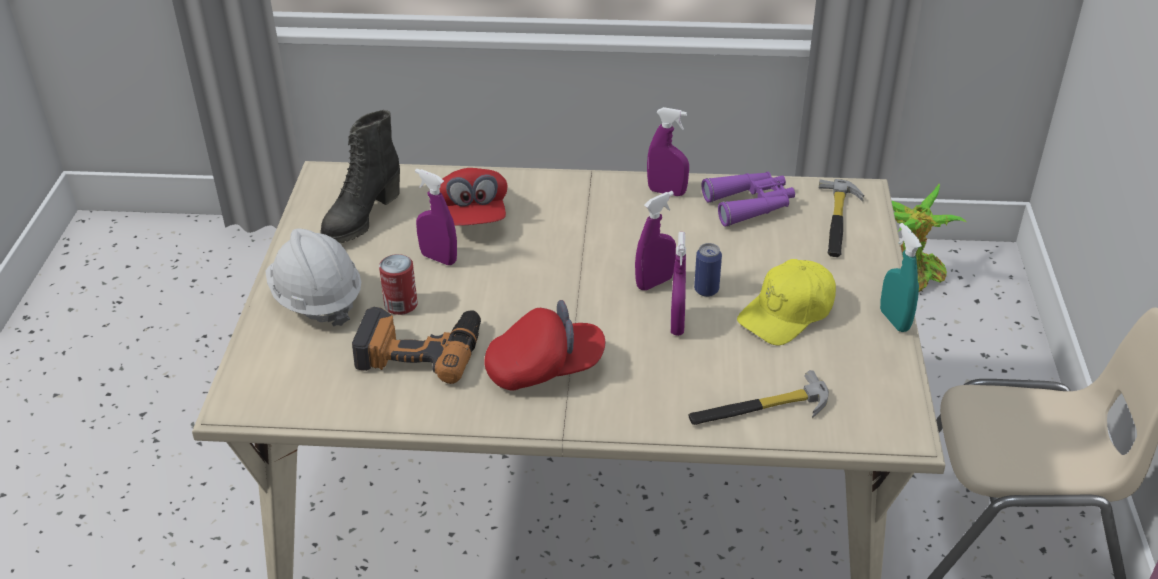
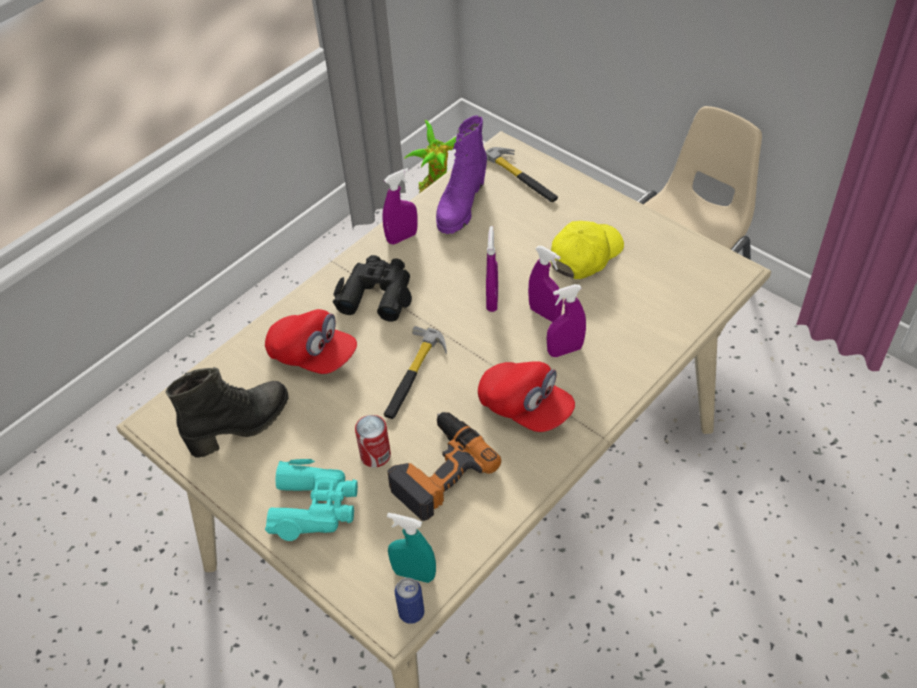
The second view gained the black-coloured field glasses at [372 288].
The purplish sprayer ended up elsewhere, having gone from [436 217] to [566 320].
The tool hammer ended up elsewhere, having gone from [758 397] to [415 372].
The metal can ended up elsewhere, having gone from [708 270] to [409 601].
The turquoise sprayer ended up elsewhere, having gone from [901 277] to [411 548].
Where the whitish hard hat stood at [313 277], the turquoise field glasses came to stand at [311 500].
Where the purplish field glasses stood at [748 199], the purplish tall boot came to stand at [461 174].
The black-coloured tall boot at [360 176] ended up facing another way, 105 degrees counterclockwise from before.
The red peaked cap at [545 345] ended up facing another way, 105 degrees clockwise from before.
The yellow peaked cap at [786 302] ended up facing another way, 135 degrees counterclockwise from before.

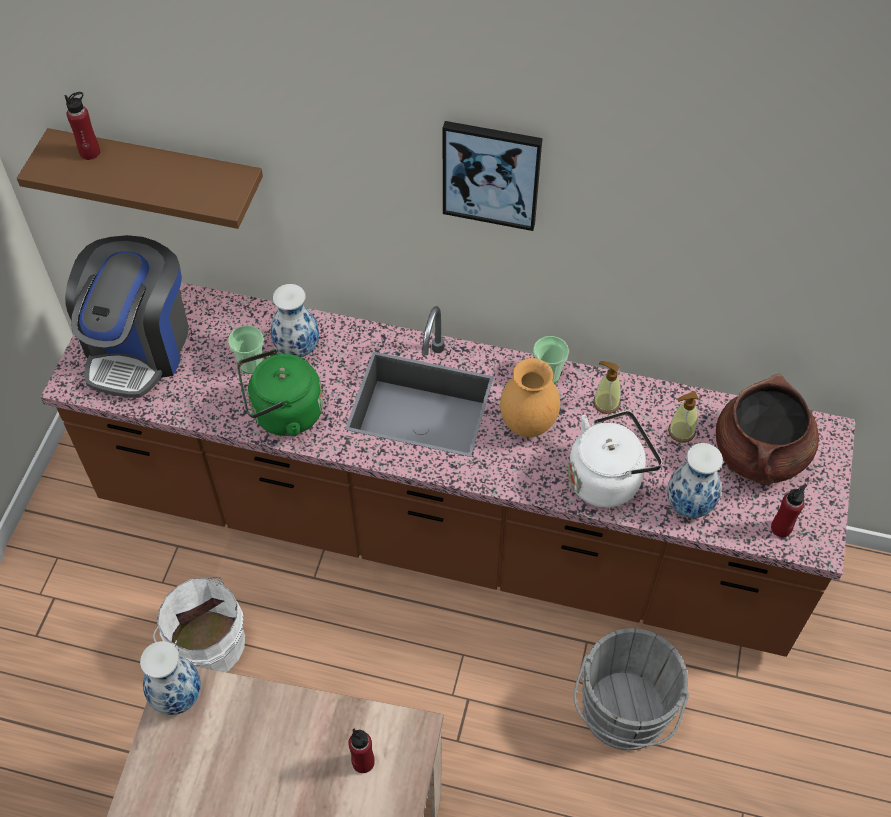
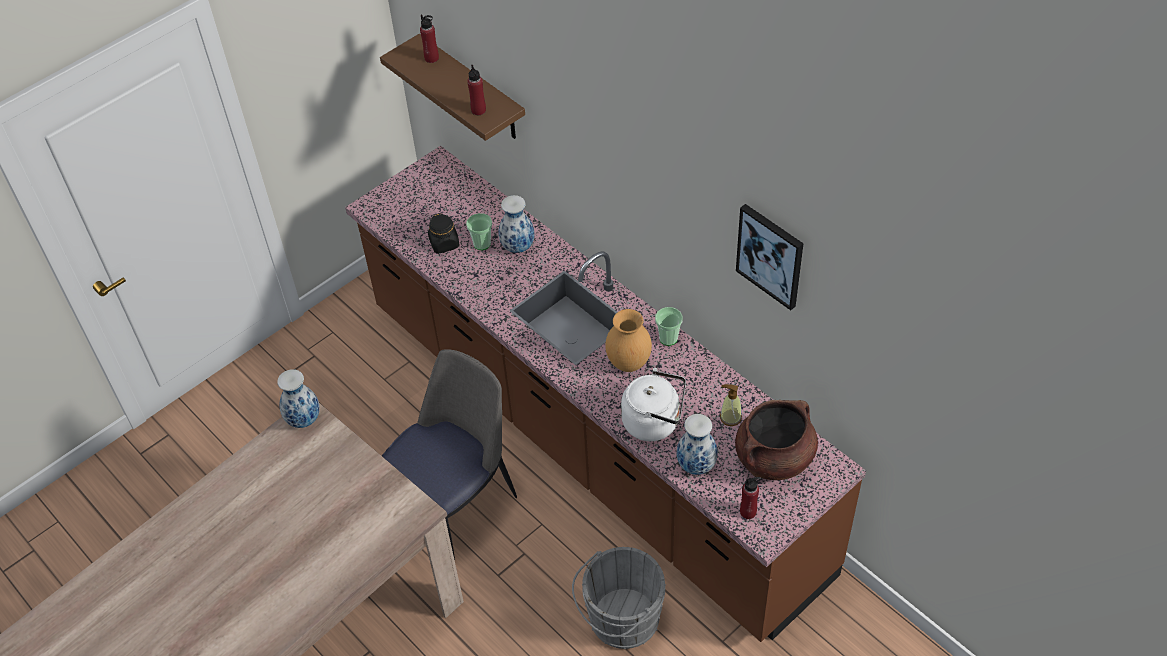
The second view lost the coffee machine at [127 316].
The second view lost the whitish pail at [199 624].
The second view lost the green tea kettle at [280 392].
The second view lost the soap dispenser at [607 387].
The second view gained the plain chair at [449 454].
The second view gained the black-coloured storage jar at [443 233].
The red beverage bottle ended up elsewhere, having gone from [361 751] to [476 90].
The wall picture ended up elsewhere, having gone from [493 176] to [770 257].

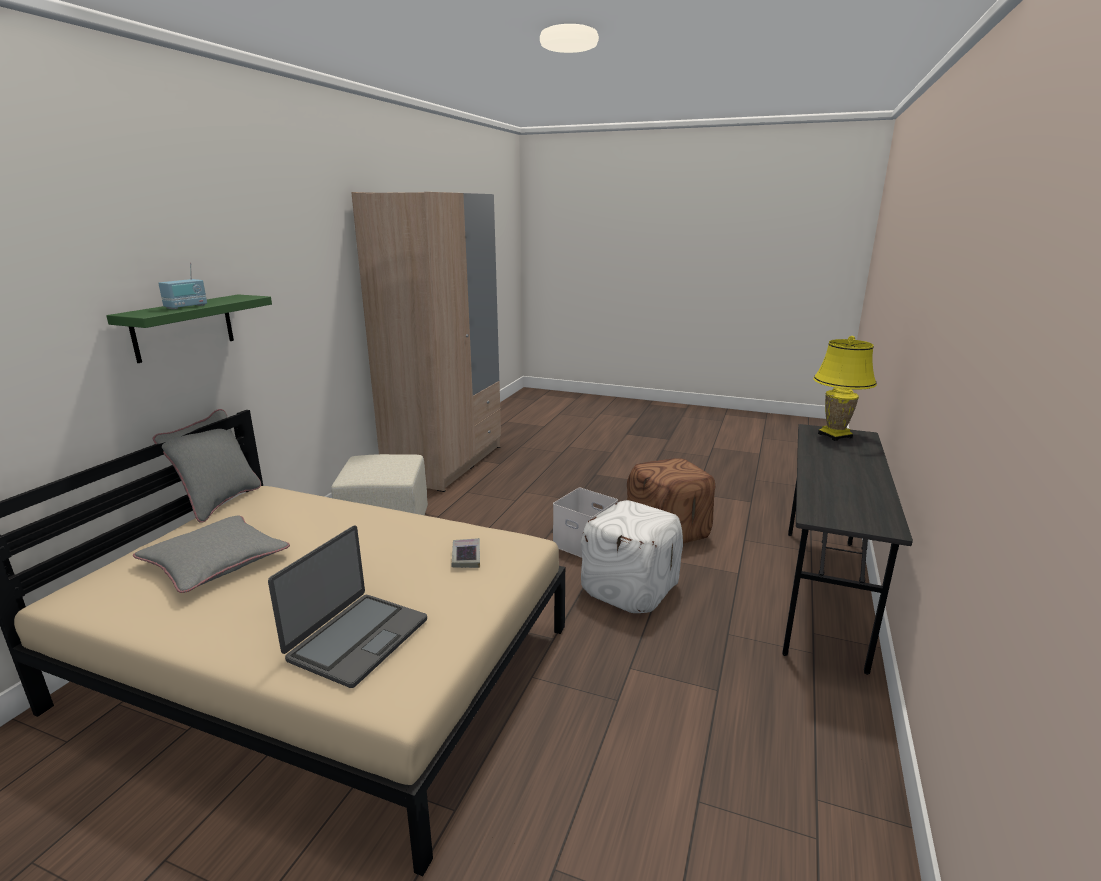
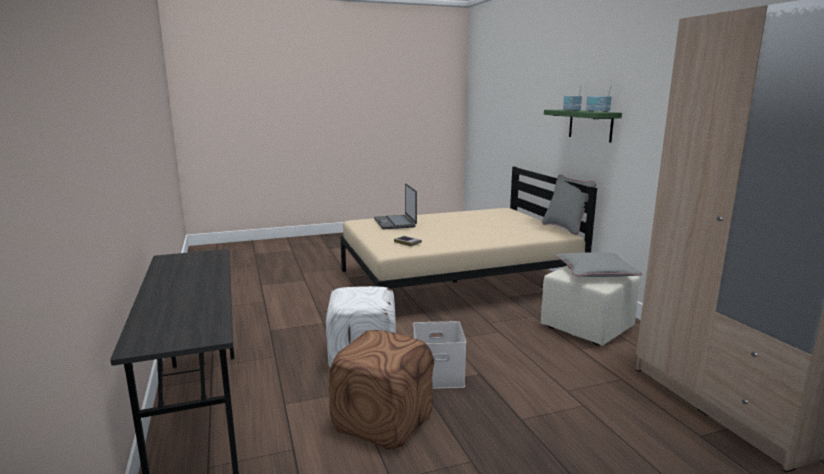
The second view lost the yellow lamp for a table at [845 388].
The second view gained the radio at [598 99].
The greyish cushion ended up elsewhere, having gone from [211 554] to [598 264].

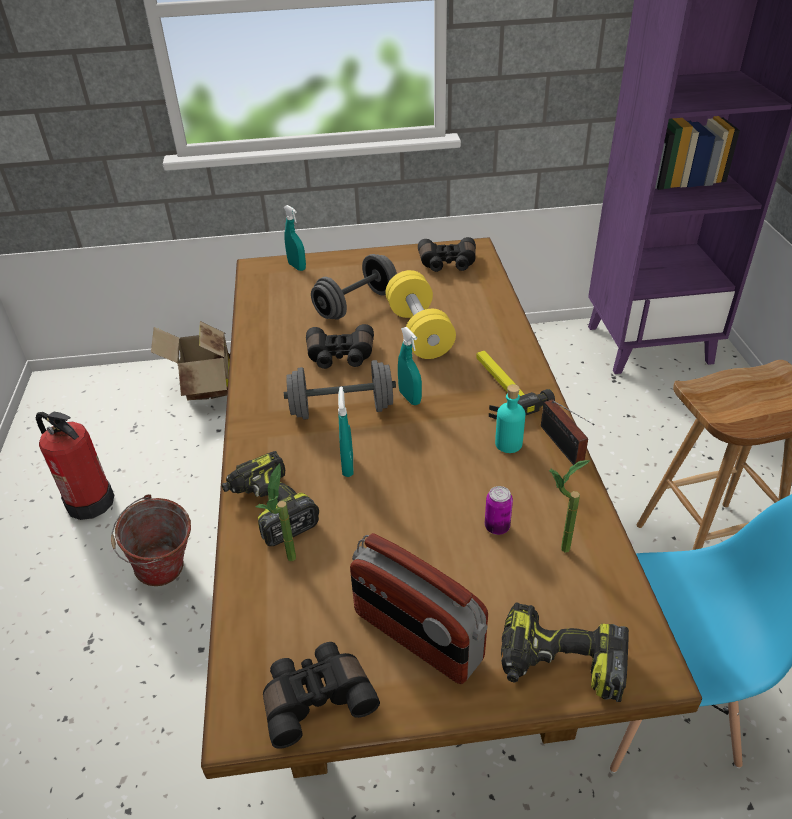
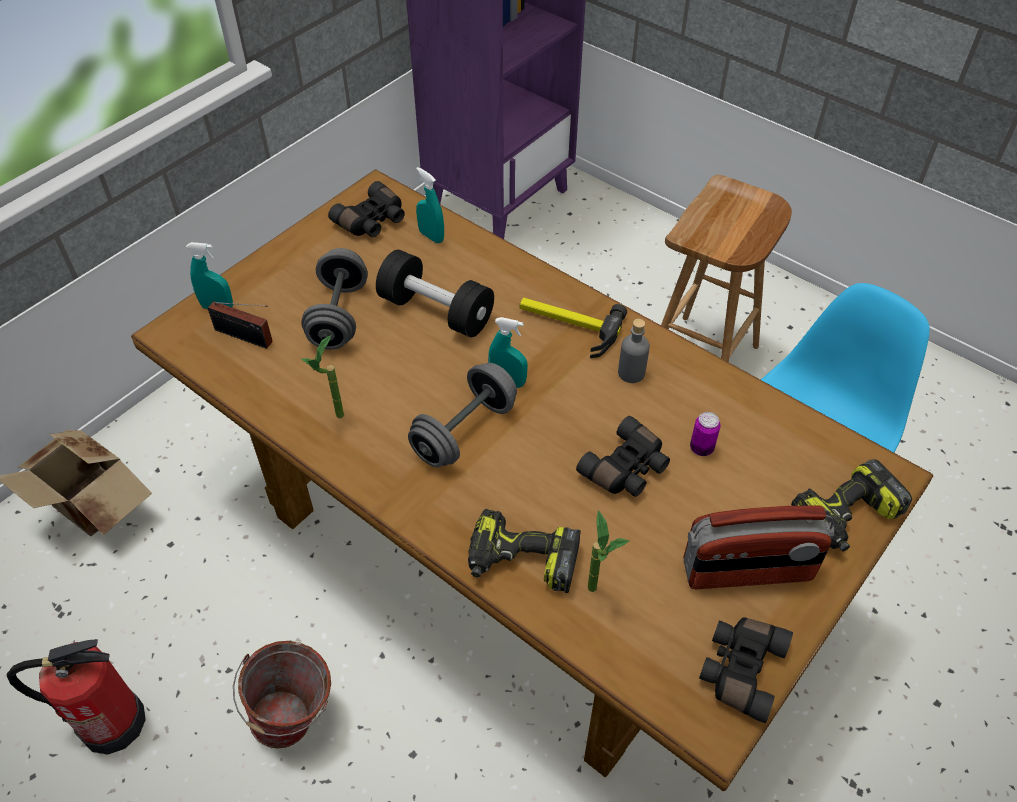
The black-coloured field glasses ended up elsewhere, having gone from [340 346] to [623 456].
The turquoise sprayer ended up elsewhere, having gone from [345 432] to [430 205].
The radio ended up elsewhere, having gone from [568 432] to [240 325].
The plant in a pot ended up elsewhere, having gone from [570 506] to [322 376].
What was the yellow dumbbell at [421 314] turned into the black-coloured dumbbell at [435 293].
What was the turquoise beverage bottle at [510 418] turned into the greyish beverage bottle at [634 351].

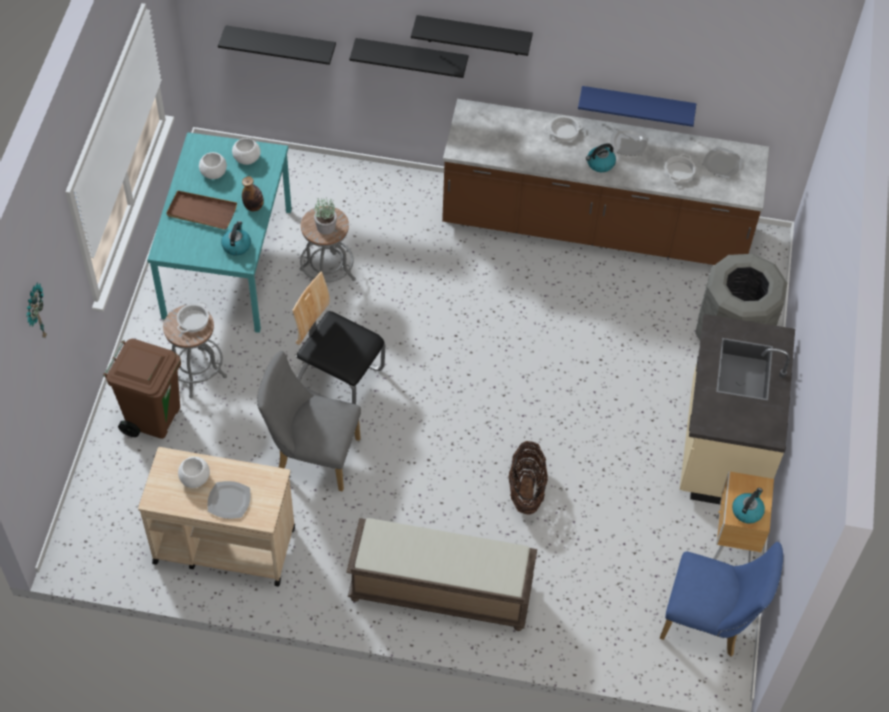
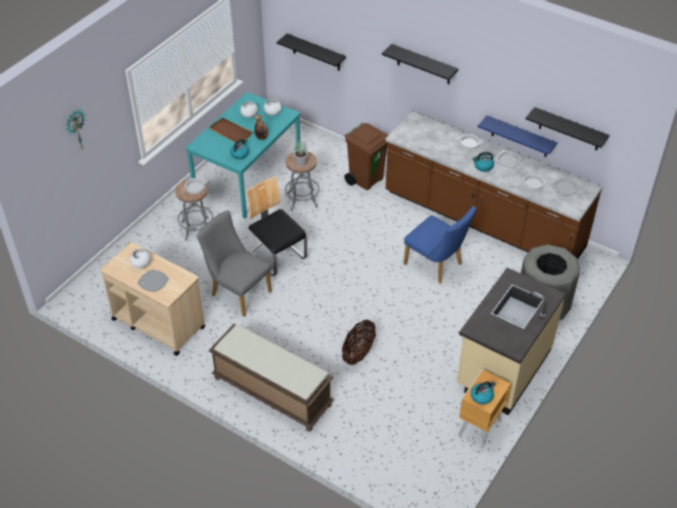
The brownish waste bin ended up elsewhere, having gone from [142 389] to [366 156].
The black-coloured shelf ended up elsewhere, having gone from [408 58] to [568 128].
The blue-coloured plain chair ended up elsewhere, having gone from [721 599] to [440 245].

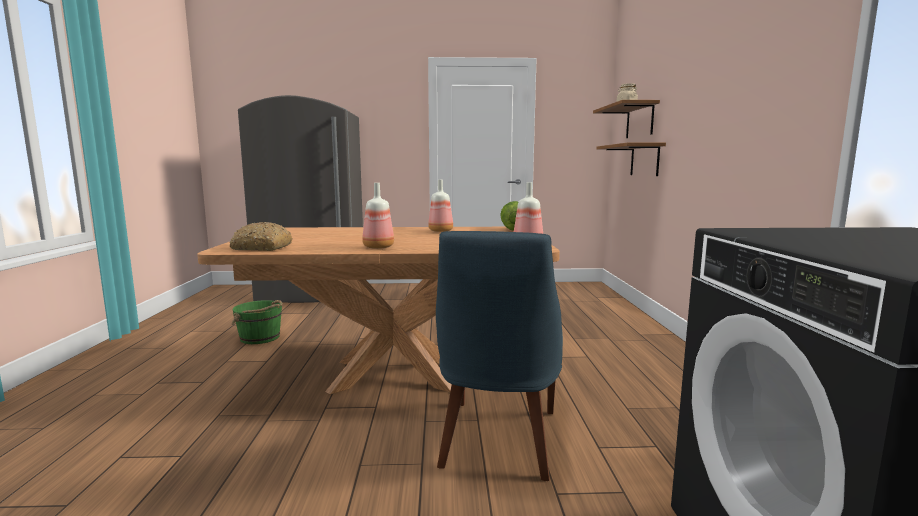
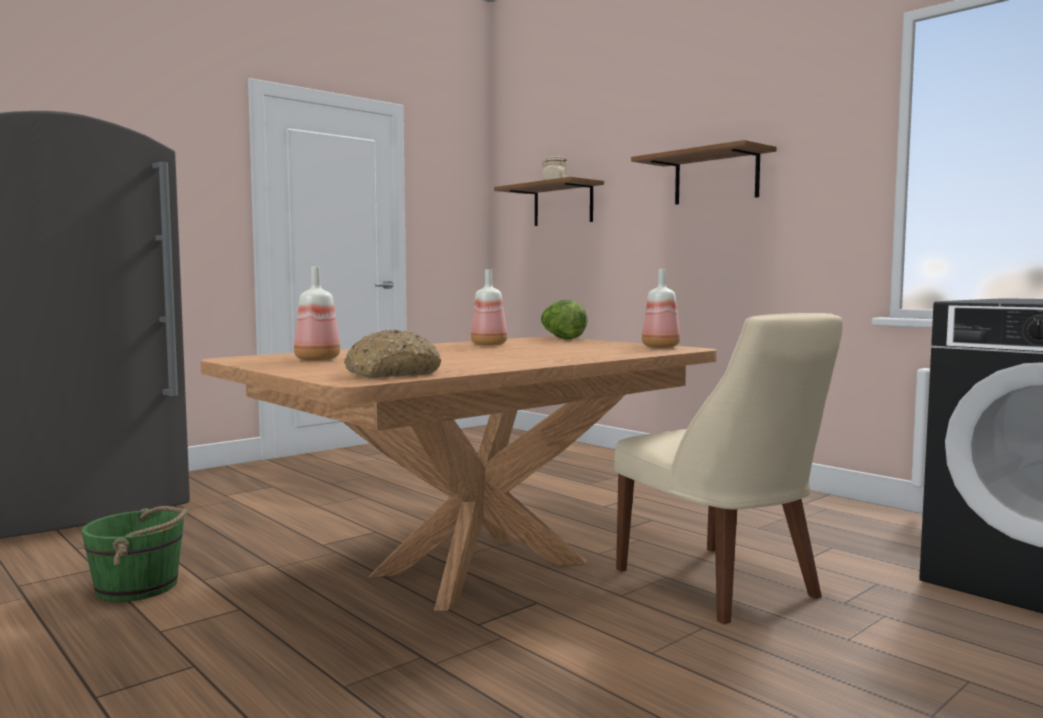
The beverage bottle ended up elsewhere, having gone from [378 216] to [317 314].
The shelf ended up elsewhere, having gone from [631 159] to [704 172].
What was the blue-coloured plain chair at [499 356] turned into the beige plain chair at [728 468].

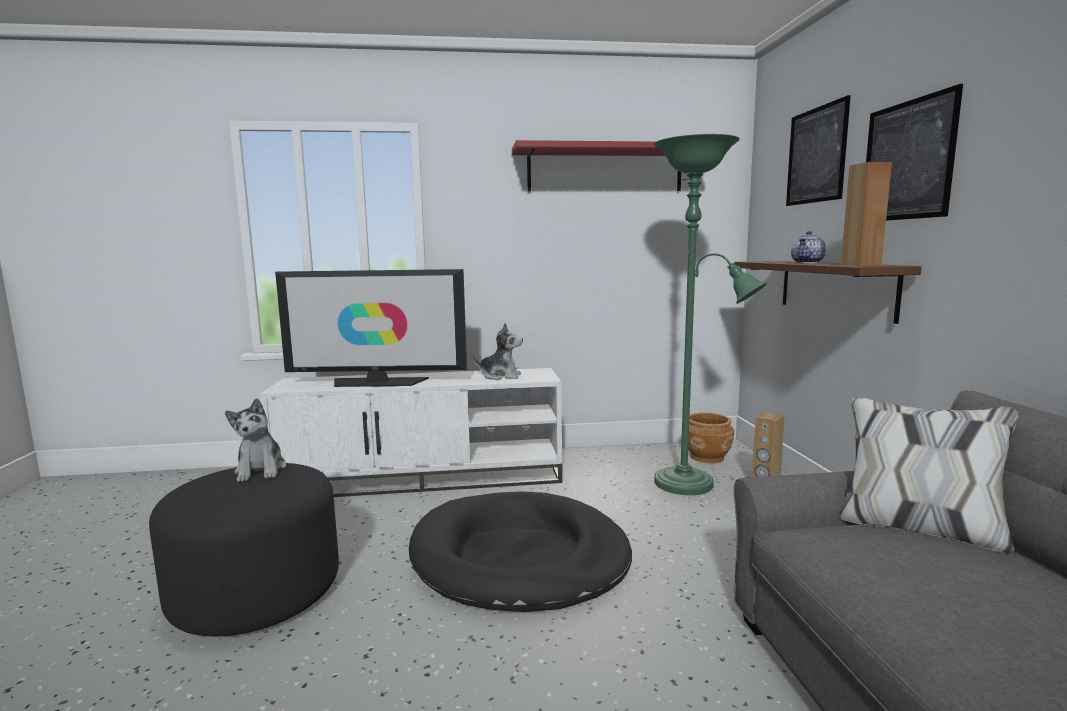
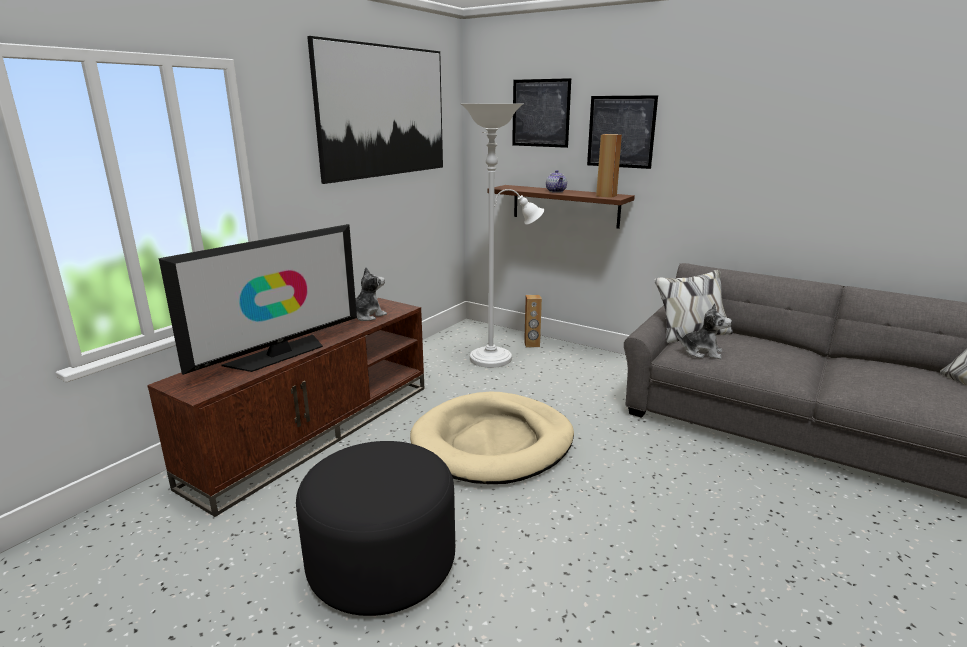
The second view lost the brownish plant pot at [711 438].
The soft toy ended up elsewhere, having gone from [256 440] to [704 331].
Where the red shelf hung at [596 166], the wall picture came to hang at [375 110].
What was the whitish media console at [411 432] turned into the brownish media console at [286 407].
What was the black-coloured pet bed at [520 552] turned into the beige pet bed at [492 438].
What was the green standard lamp at [710 314] turned into the whitish standard lamp at [502 235].

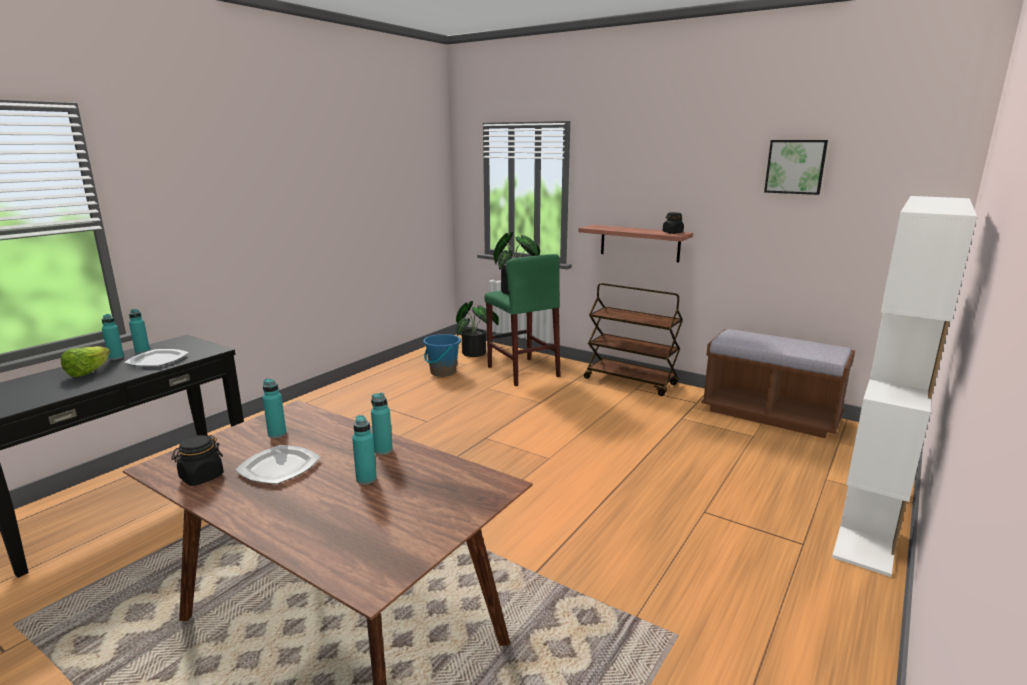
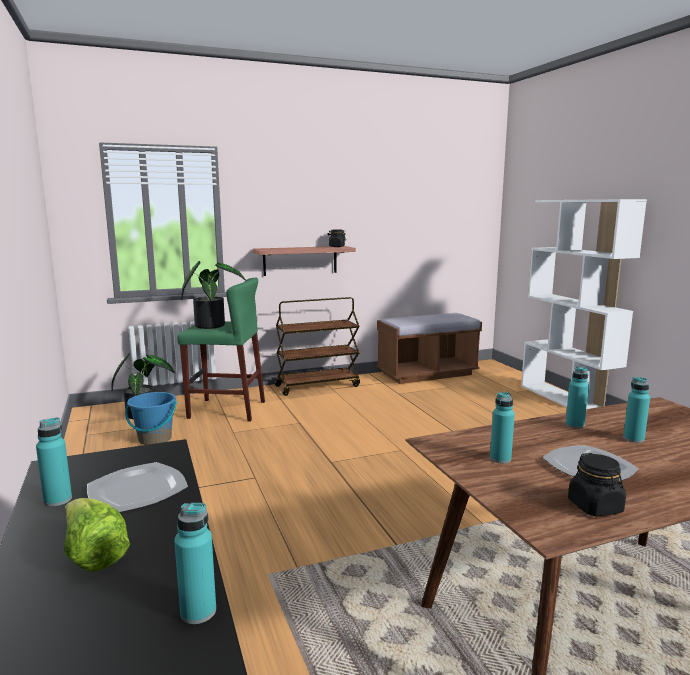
The second view lost the wall picture at [796 167].
The turquoise beverage bottle ended up elsewhere, having gone from [113 337] to [195 563].

